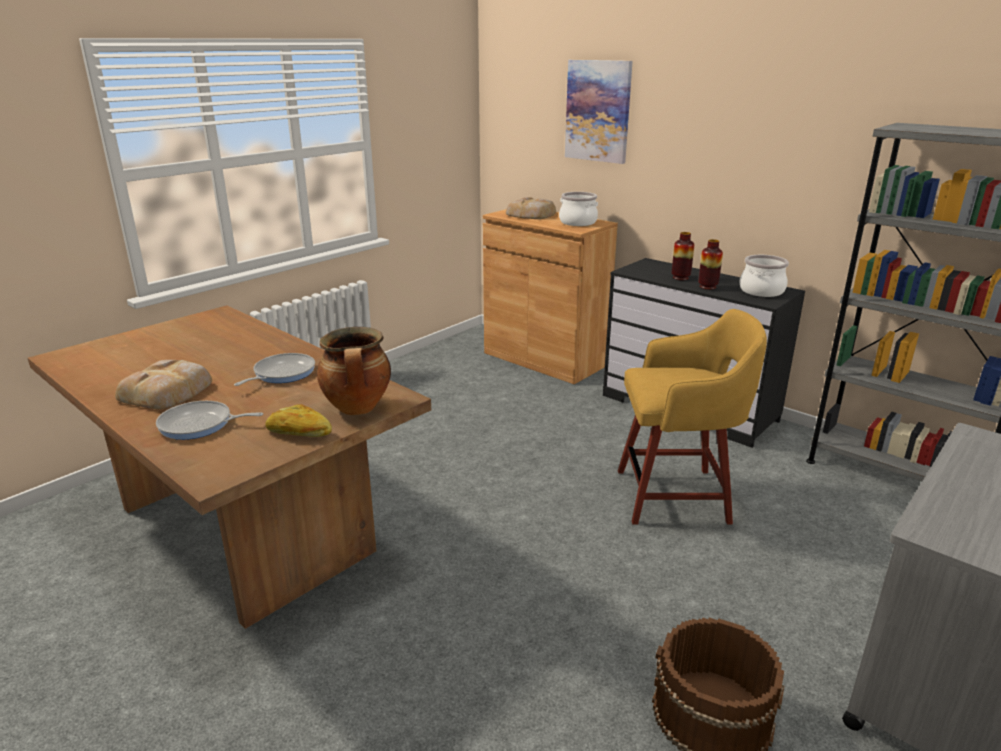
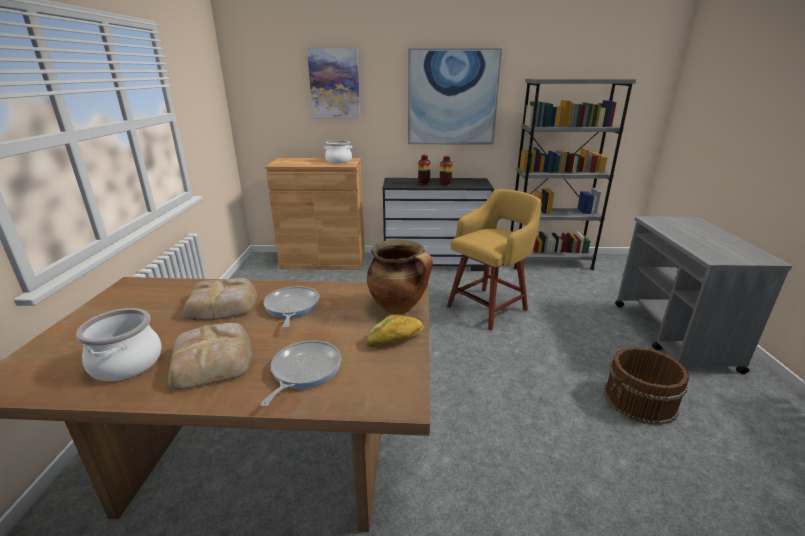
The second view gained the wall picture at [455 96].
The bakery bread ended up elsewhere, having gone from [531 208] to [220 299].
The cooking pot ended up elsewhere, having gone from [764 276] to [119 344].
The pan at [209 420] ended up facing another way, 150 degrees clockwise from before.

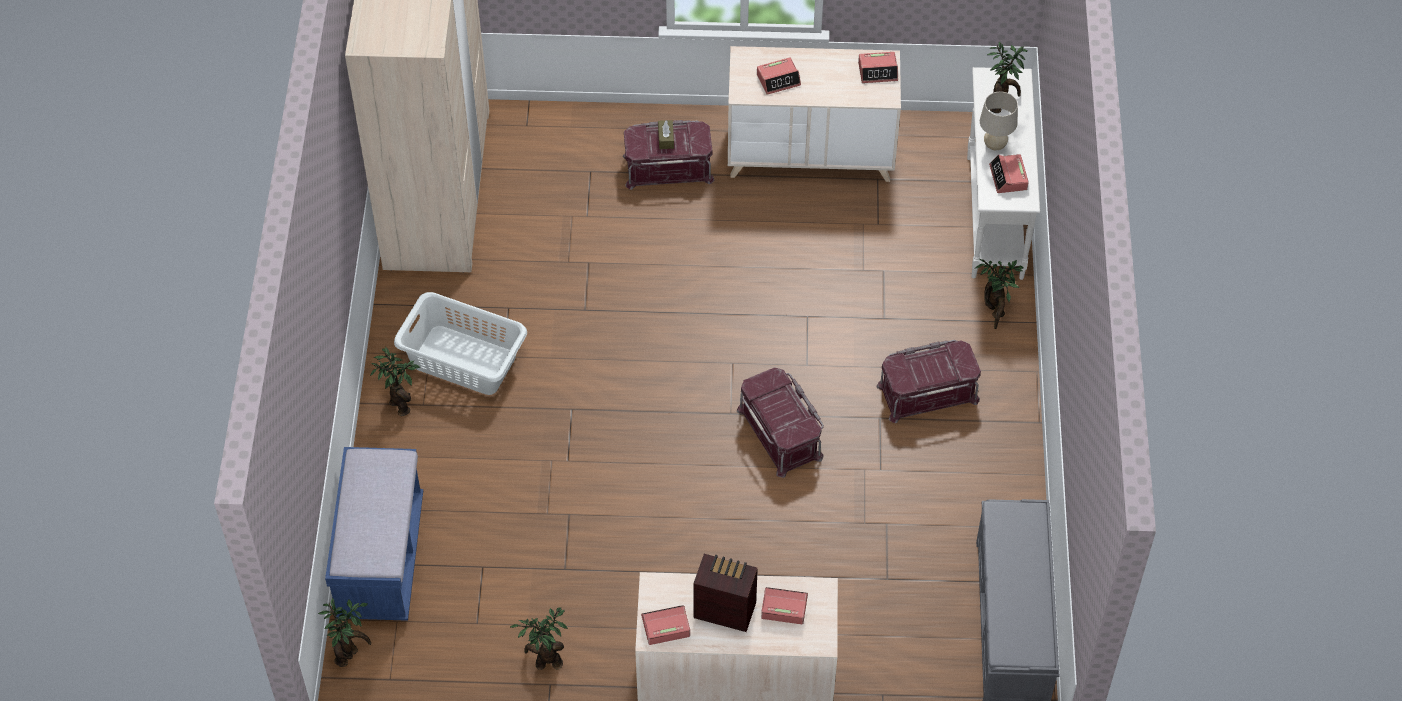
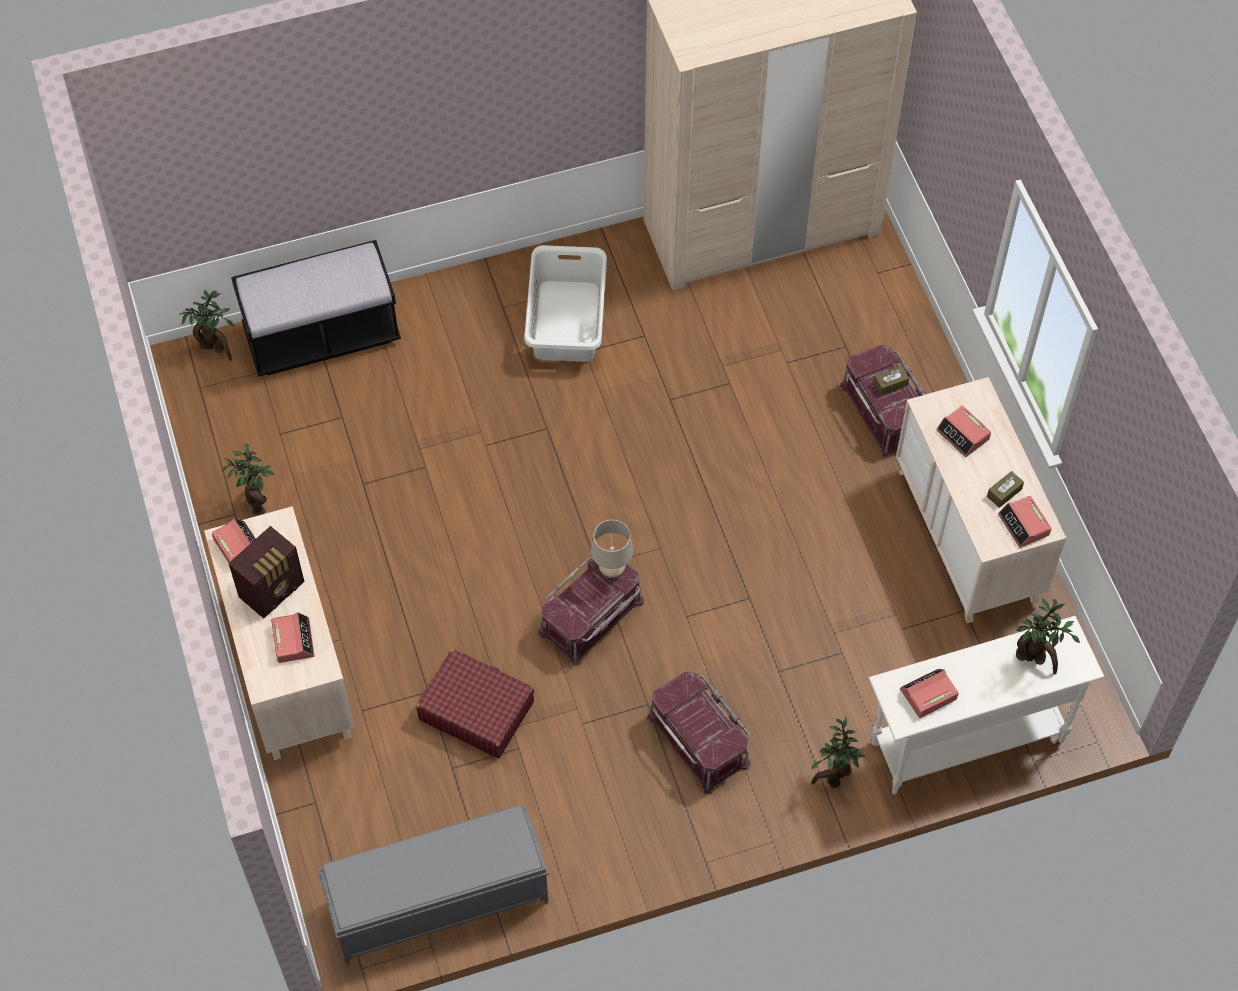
The second view lost the plant in a pot at [395 381].
The second view gained the red piece of luggage at [475 703].
The second view gained the brownish tissue box at [1005 489].
The beige lamp for a table ended up elsewhere, having gone from [999 121] to [612 549].
What was the blue-coloured bench at [374 534] turned into the black-coloured bench at [316 308].
The radio at [725 593] ended up facing another way, 45 degrees clockwise from before.

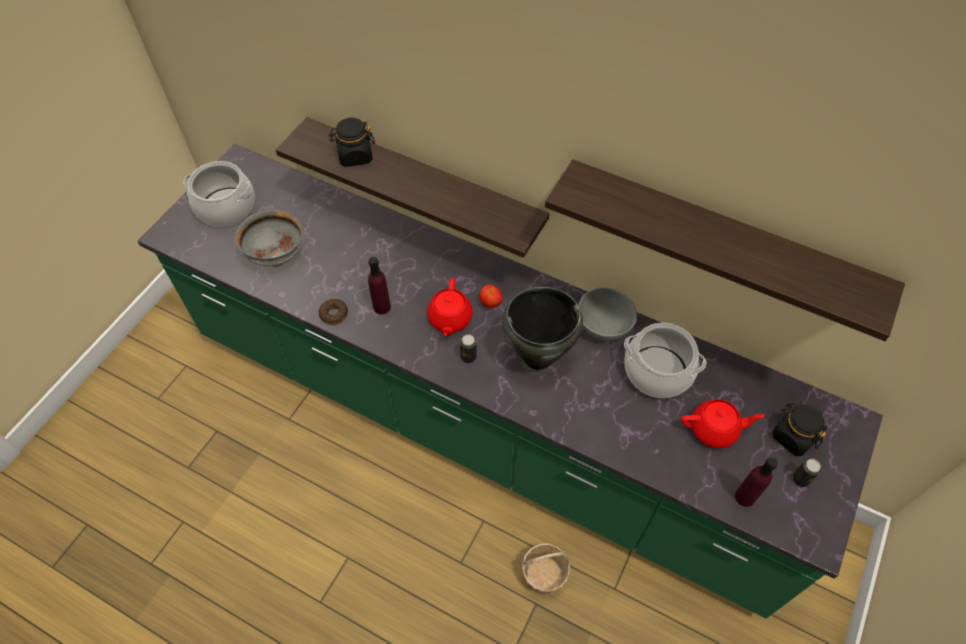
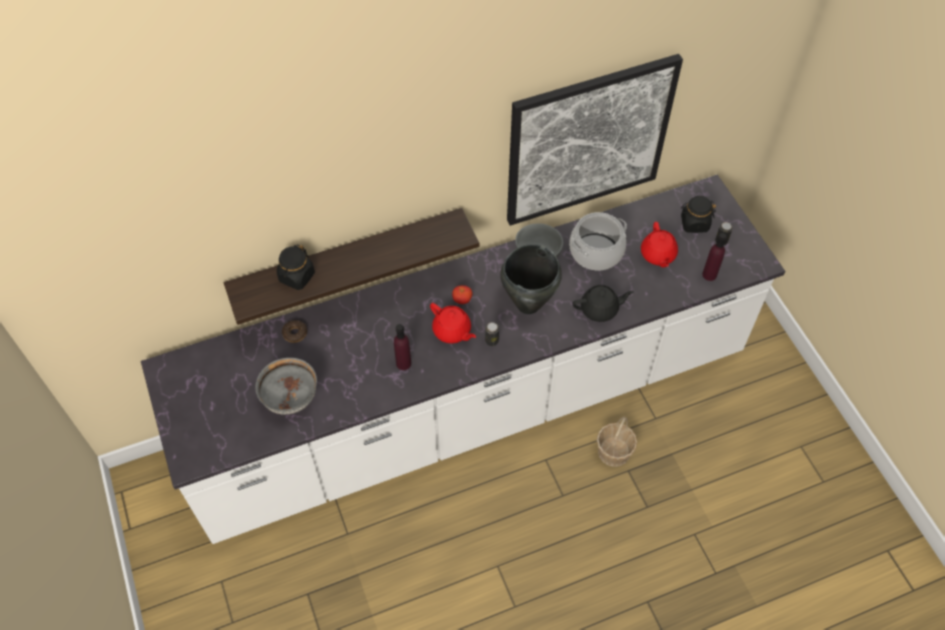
The second view lost the cooking pot at [218 193].
The second view gained the black-coloured tea pot at [603 303].
The donut ended up elsewhere, having gone from [333 312] to [294 331].
Where the shelf hung at [725 250], the wall picture came to hang at [595 140].
What was the green kitchen base unit at [510 381] turned into the whitish kitchen base unit at [463 359].
The red tea pot at [723 423] ended up facing another way, 135 degrees clockwise from before.

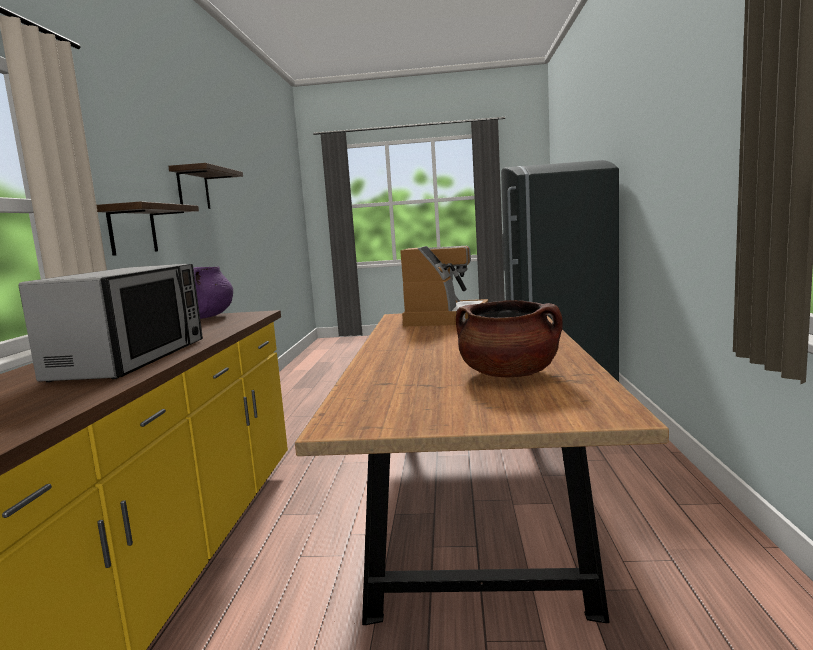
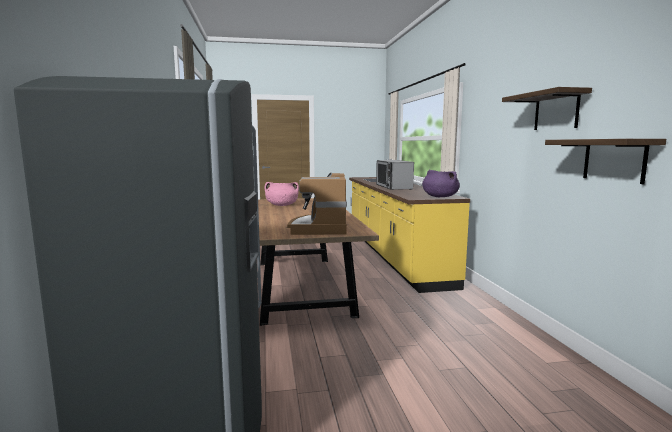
The shelf ended up elsewhere, having gone from [147 228] to [605 161].
What was the brownish cooking pot at [509 338] turned into the pinkish cooking pot at [282 194].

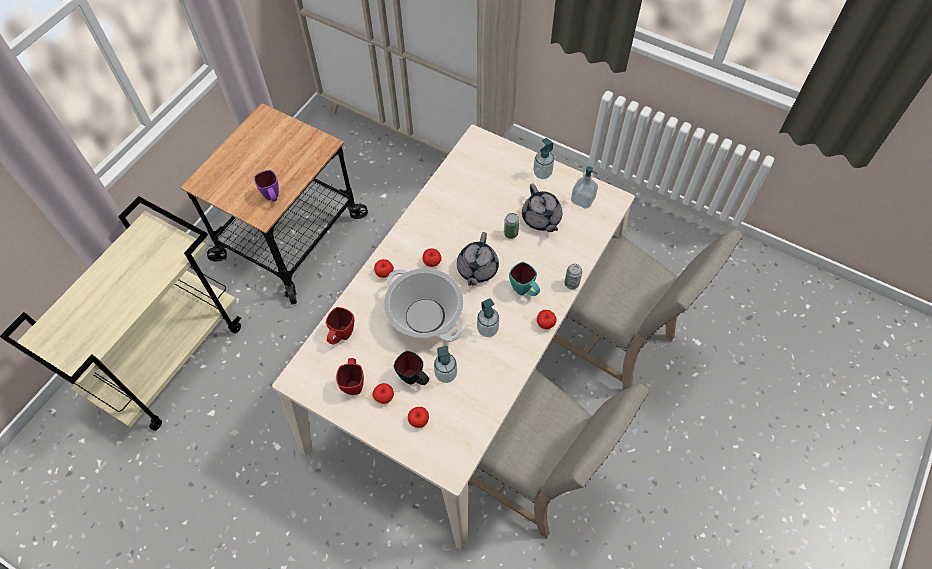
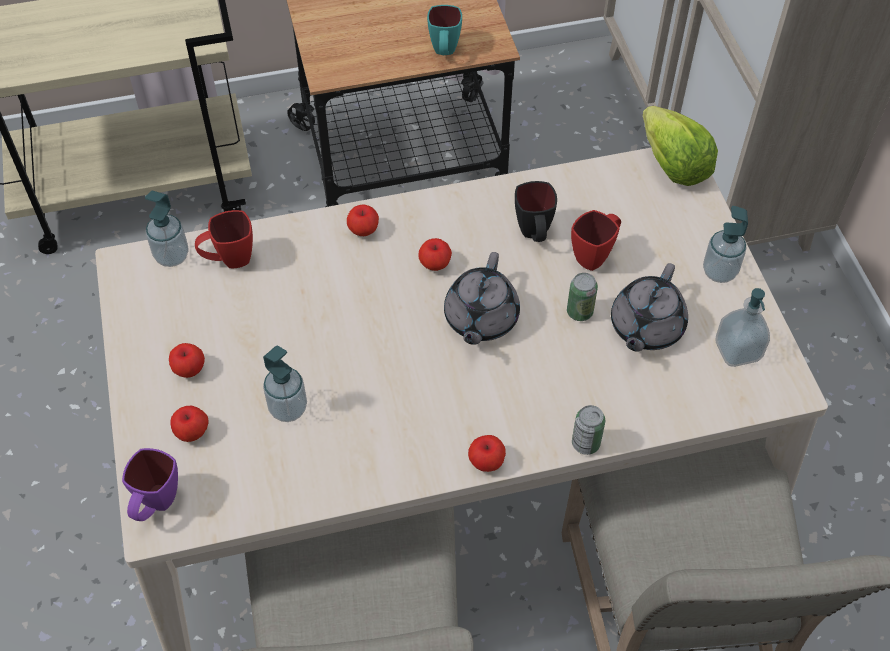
The second view lost the cooking pot at [423 305].
The second view gained the lettuce head at [680 146].
The purplish coffee mug ended up elsewhere, having gone from [266 186] to [150 484].
The red coffee mug ended up elsewhere, having gone from [350 376] to [596 240].
The black-coloured coffee mug ended up elsewhere, having gone from [411 368] to [536 211].
The soap dispenser ended up elsewhere, having gone from [488 317] to [167 229].
The turquoise coffee mug ended up elsewhere, having gone from [524 279] to [444 30].
The greyish tea pot at [478 259] ended up facing another way, 45 degrees counterclockwise from before.

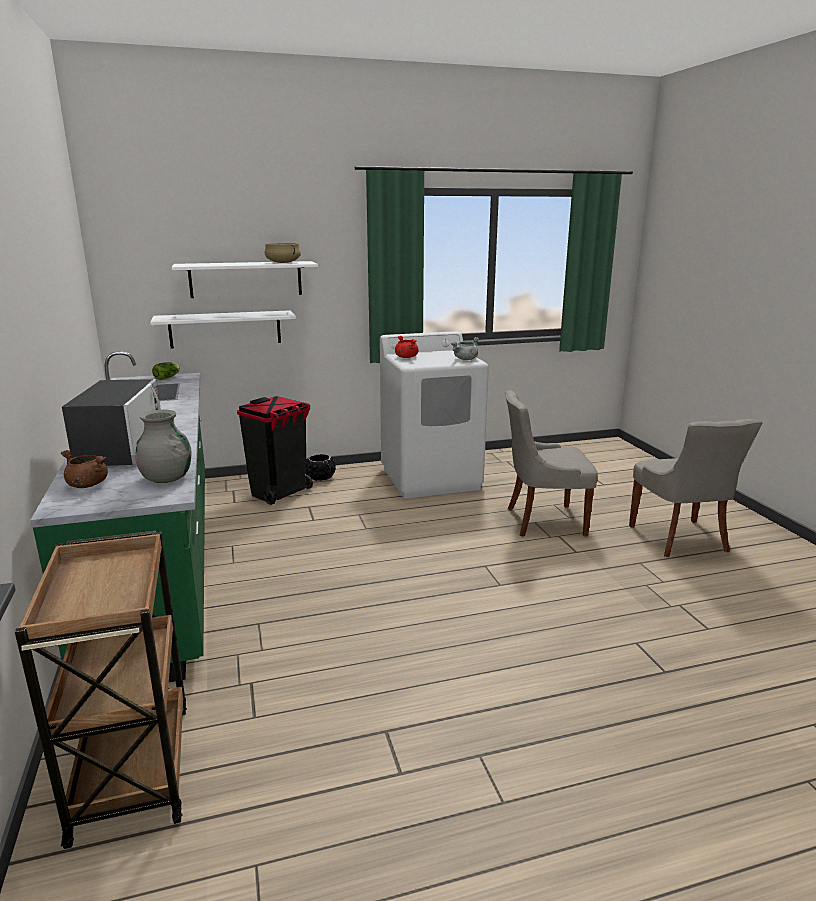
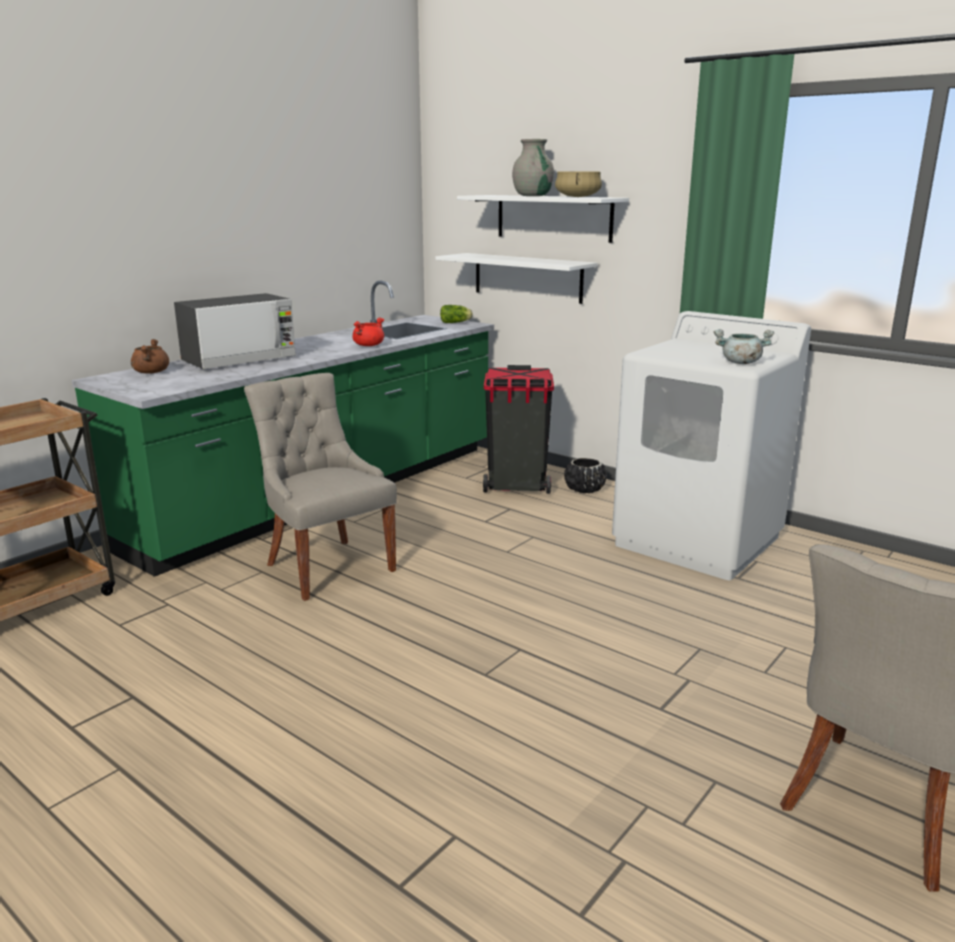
The greyish decorative vase ended up elsewhere, having gone from [163 446] to [533 167].
The red cooking pot ended up elsewhere, having gone from [407 347] to [368 331].
The greyish plain chair ended up elsewhere, having gone from [551 463] to [320 487].

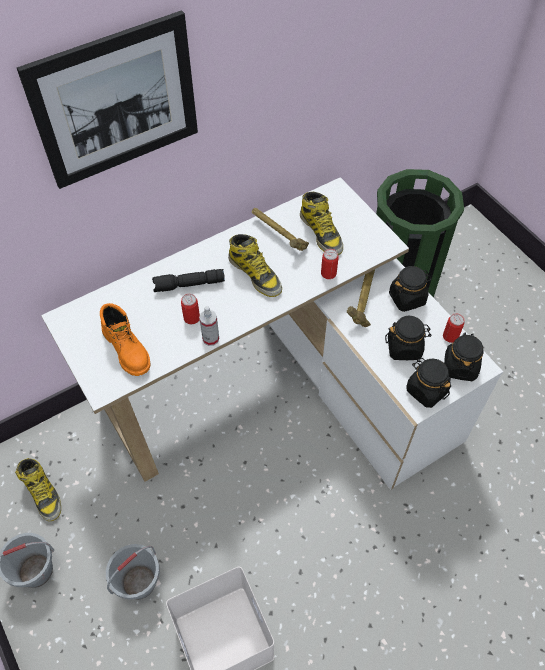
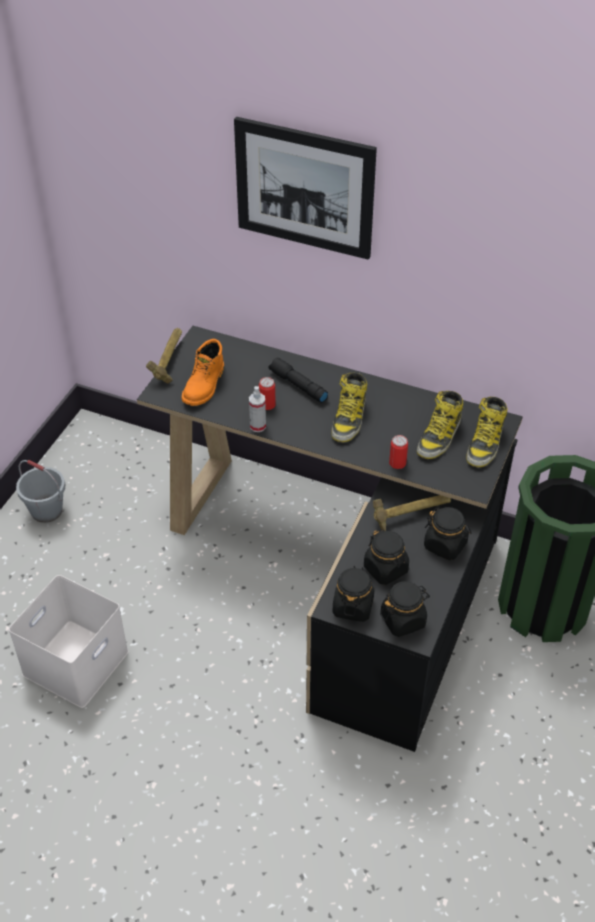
The second view lost the greyish pail at [133 572].
The second view lost the metal can at [454 328].
The tall boot ended up elsewhere, having gone from [38 489] to [487 432].
The tool hammer ended up elsewhere, having gone from [280 229] to [164 356].
What was the whitish desk unit at [272 333] turned into the black-coloured desk unit at [330 539].

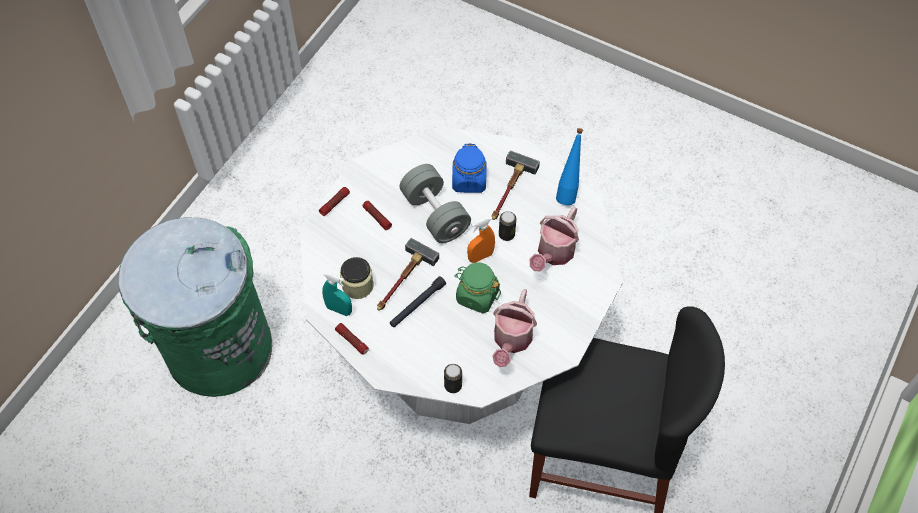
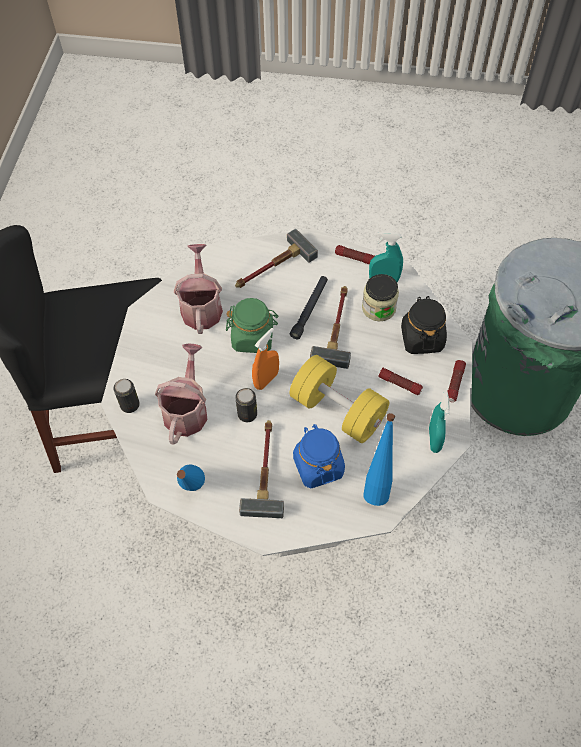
The second view gained the tool hammer at [276 258].
The second view gained the blue-coloured beverage bottle at [379 459].
The second view gained the black-coloured storage jar at [424 325].
The second view gained the turquoise sprayer at [439 422].
The metal can ended up elsewhere, having gone from [453 378] to [126 396].
What was the greyish dumbbell at [435 203] turned into the yellow dumbbell at [339 399].

